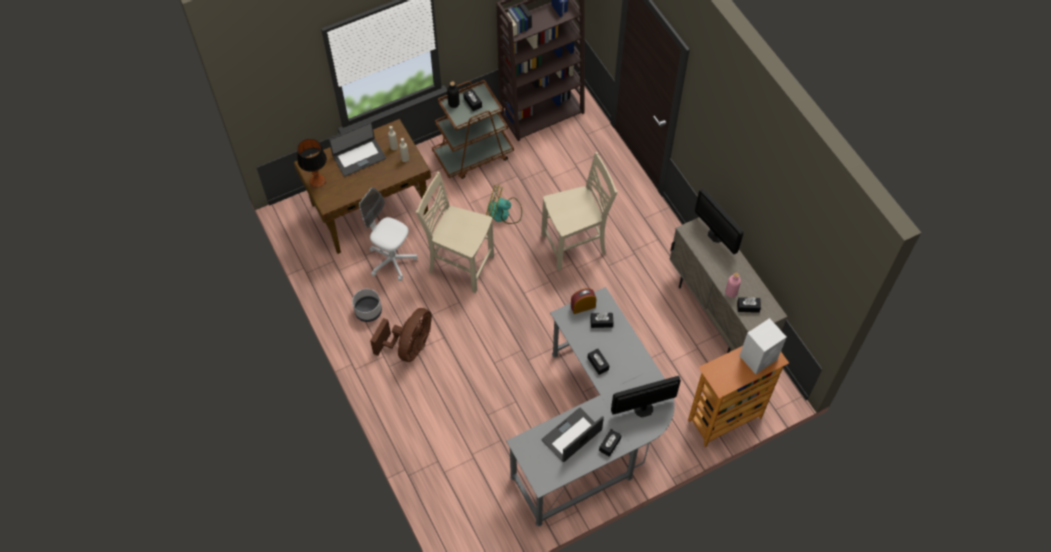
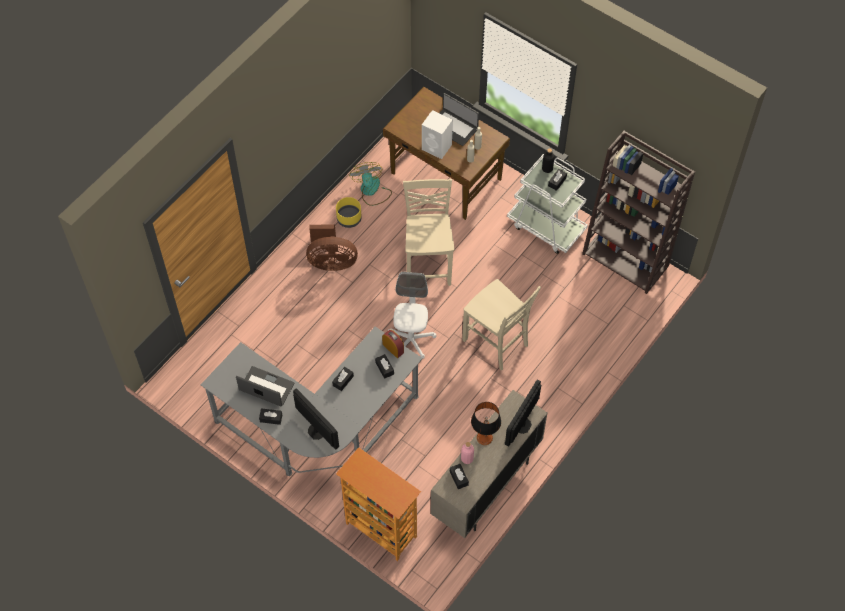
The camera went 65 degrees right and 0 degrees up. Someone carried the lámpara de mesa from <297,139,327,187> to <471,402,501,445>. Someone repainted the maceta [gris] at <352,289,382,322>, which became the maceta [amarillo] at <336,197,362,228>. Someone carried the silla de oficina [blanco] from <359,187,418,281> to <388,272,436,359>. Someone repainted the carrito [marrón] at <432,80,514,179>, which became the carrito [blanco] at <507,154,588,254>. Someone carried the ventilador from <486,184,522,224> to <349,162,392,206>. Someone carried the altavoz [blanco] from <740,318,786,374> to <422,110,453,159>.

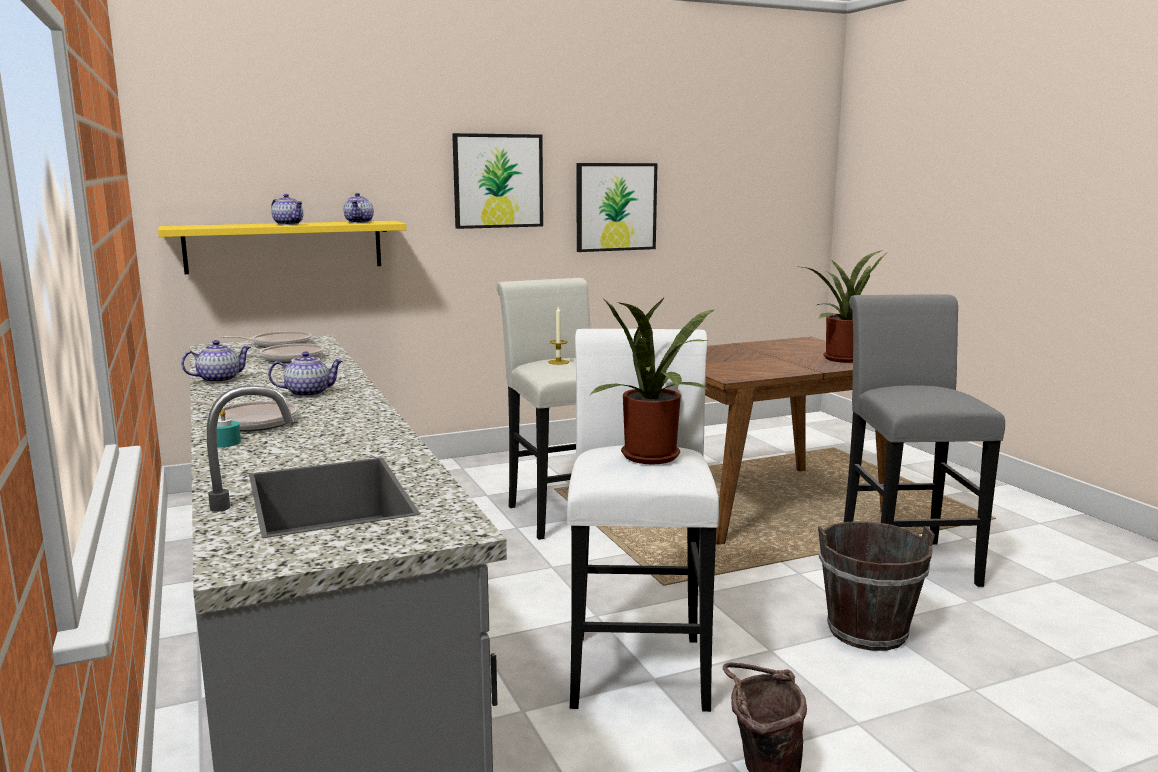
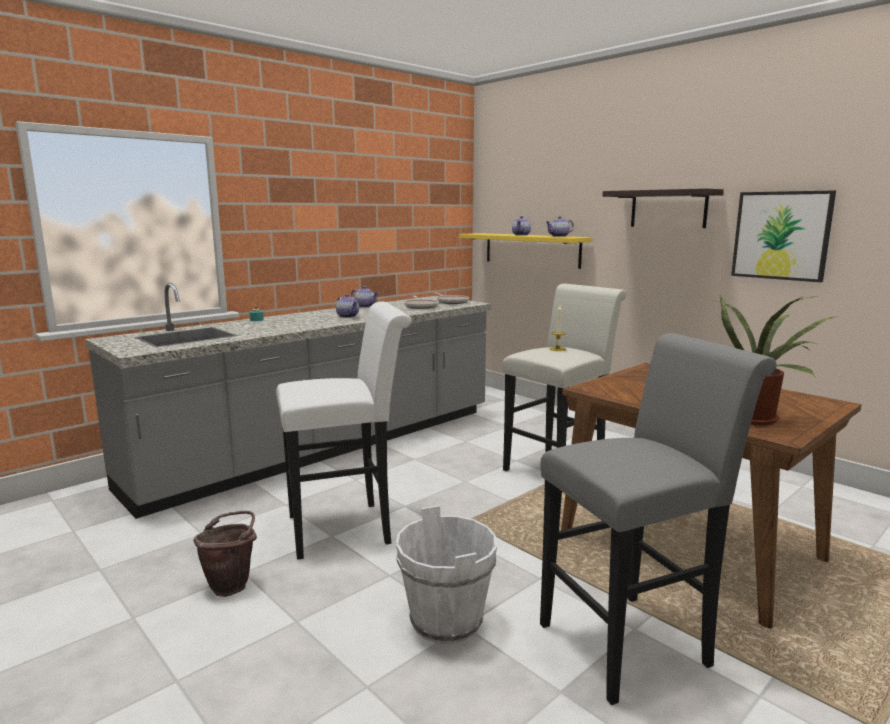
The camera went 70 degrees right and 0 degrees up. Someone took away the sartén at <191,399,298,431>. Someone swapped the cuadro at <452,133,543,229> for the estante at <603,188,724,228>. Someone took away the planta en maceta at <590,297,716,464>. Someone repainted the cubo [marrón] at <818,522,935,651>, which became the cubo [blanco] at <396,505,497,644>.

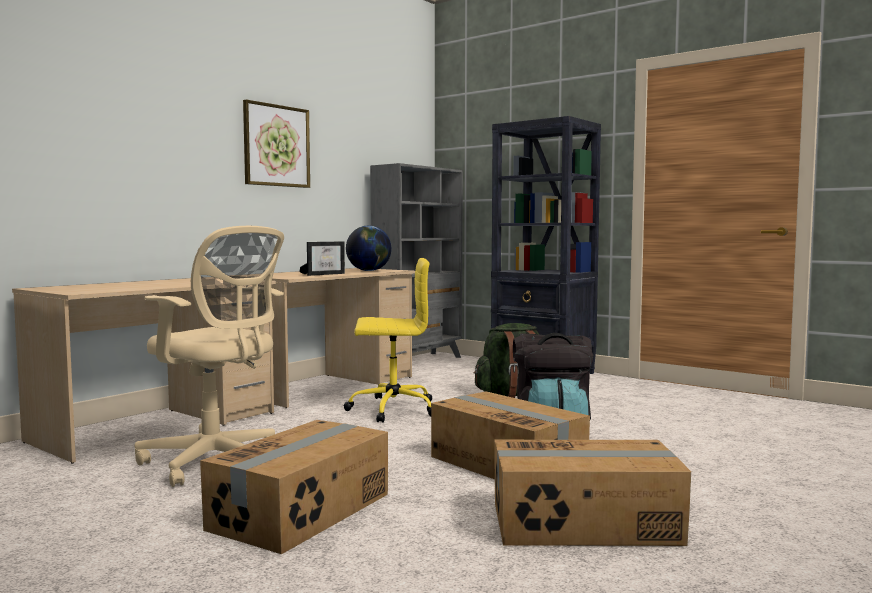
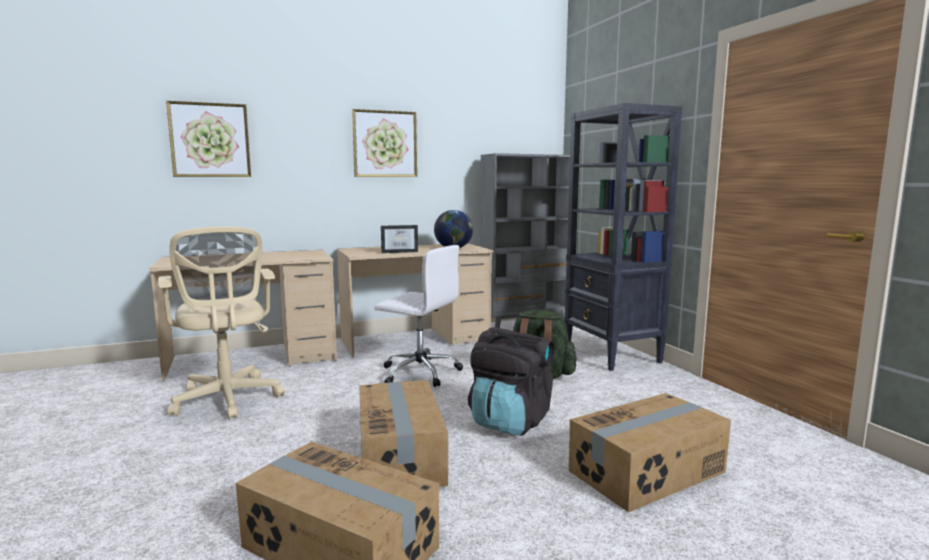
The camera went 30 degrees right and 5 degrees up. Someone carried the caja de cartón from <200,420,388,554> to <569,393,731,512>. Someone repainted the silla de oficina [amarillo] at <344,258,432,423>, which became the silla de oficina [blanco] at <374,245,463,387>. Someone put up the cuadro at <166,101,251,177>.

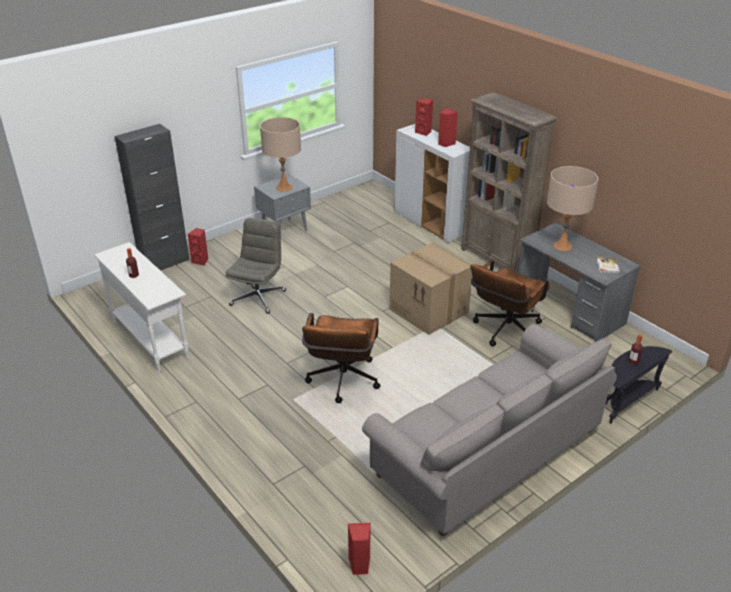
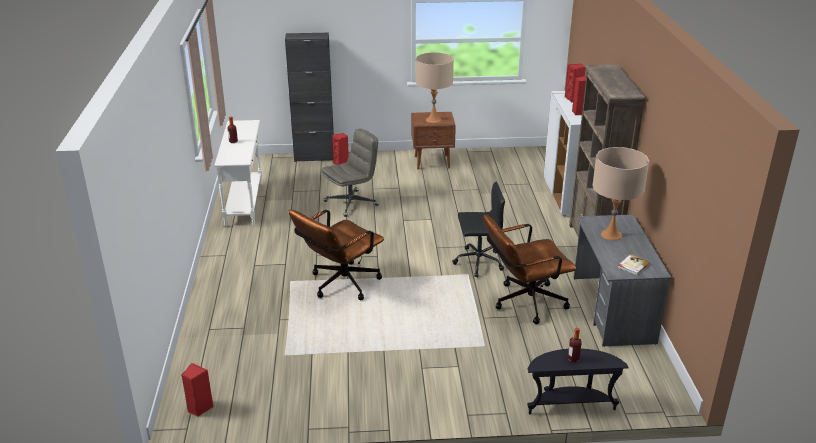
The camera went 35 degrees right and 5 degrees down. Someone repainted the mesita de noche [gris] at <254,174,311,234>, which became the mesita de noche [marrón] at <411,112,456,169>. Someone took away the sofá [gris] at <362,324,617,536>. Someone swapped the caja de cartón at <390,243,472,335> for the silla de oficina [negro] at <452,181,505,278>.

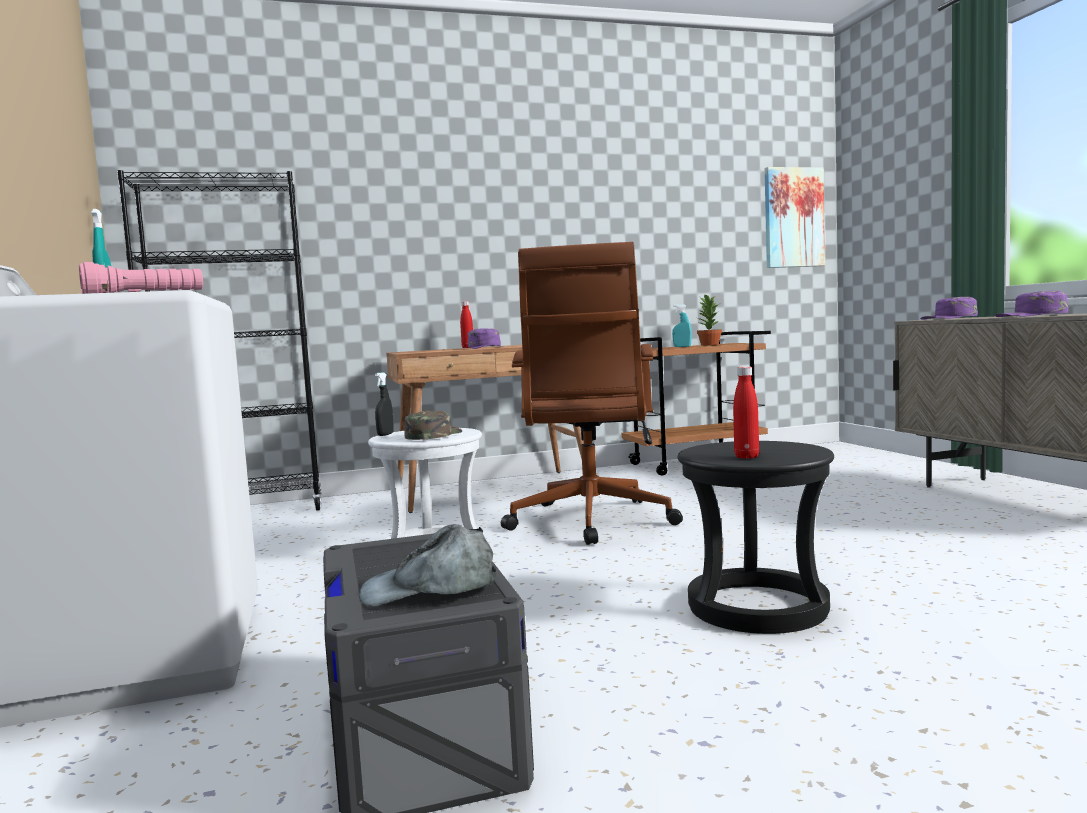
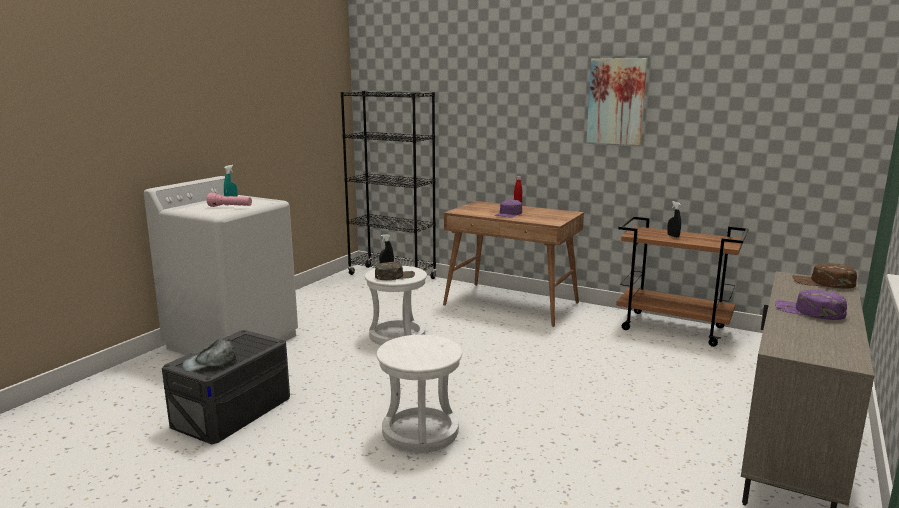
The camera went 45 degrees right and 10 degrees up. Someone rotated the gorra [gris] at <359,524,496,607> by 60 degrees counterclockwise. Someone took away the silla de oficina [marrón] at <501,242,683,545>. Someone repainted the pulverizador [turquesa] at <672,304,692,347>, which became the pulverizador [negro] at <667,201,681,237>. Someone repainted the taburete [negro] at <678,441,834,634>, which became the taburete [blanco] at <376,335,462,453>. Someone took away the planta en maceta at <697,295,722,346>. Someone took away the botella [rojo] at <733,366,759,459>. Someone carried the cuadro from <765,167,825,268> to <586,58,648,145>. Someone repainted the gorra [morado] at <920,297,978,320>, which became the gorra [marrón] at <793,263,857,289>.

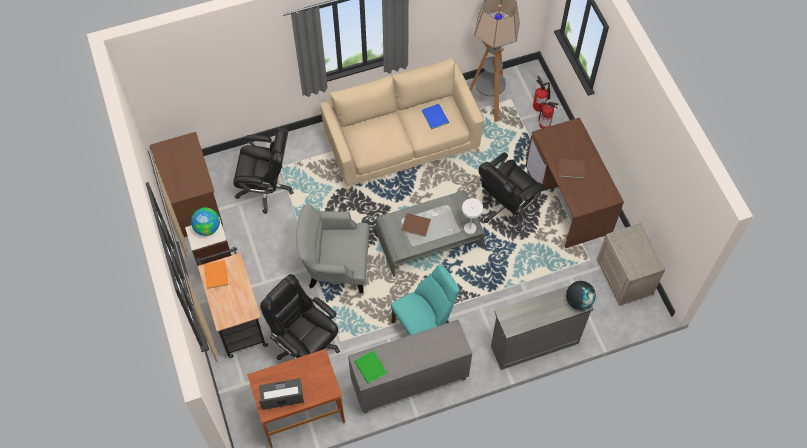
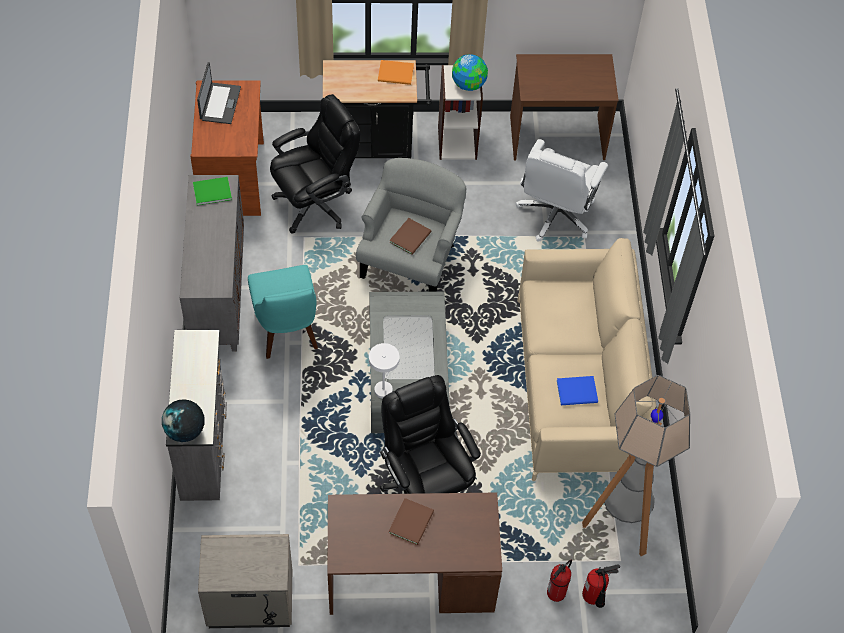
The camera went 105 degrees right and 5 degrees down. Someone repainted the silla de oficina [negro] at <233,127,294,214>, which became the silla de oficina [blanco] at <516,139,608,241>. Someone carried the libro [marrón] from <402,213,431,237> to <389,218,431,255>.

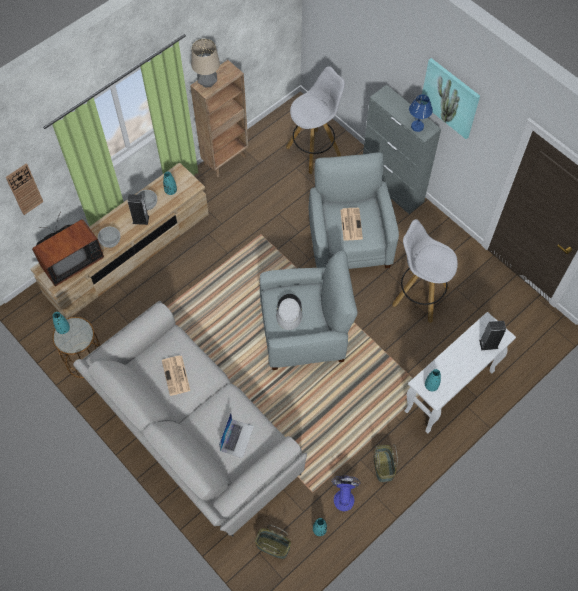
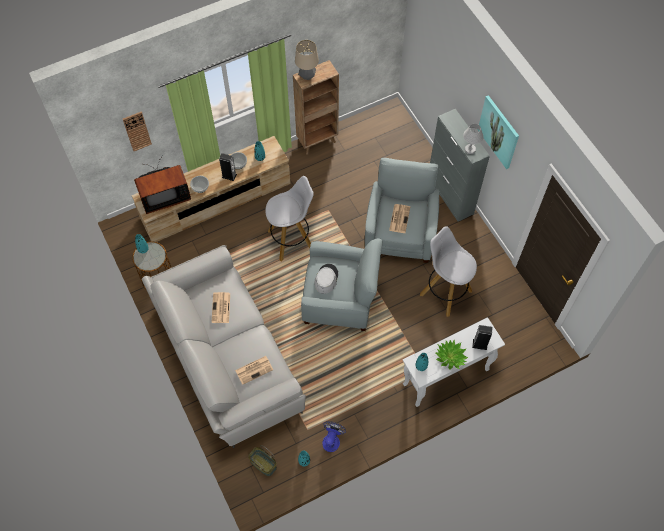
The camera went 15 degrees right and 0 degrees up. Someone swapped the portátil at <219,413,254,458> for the periódico at <235,356,273,385>. Someone carried the taburete [blanco] from <286,66,345,174> to <265,176,314,262>. Someone took away the cesta at <374,444,398,482>. Someone repainted the lámpara de mesa [azul] at <409,94,433,132>, which became the lámpara de mesa [blanco] at <463,124,484,154>. Someone put down the planta en maceta at <436,340,468,370>.

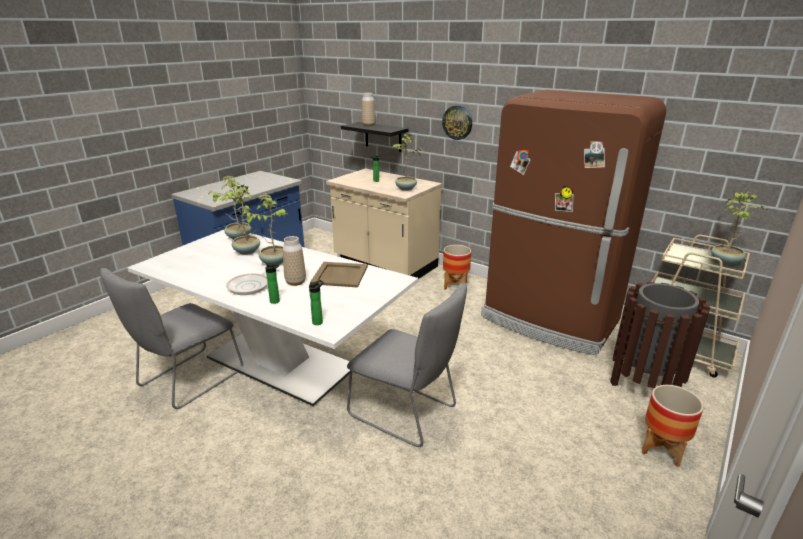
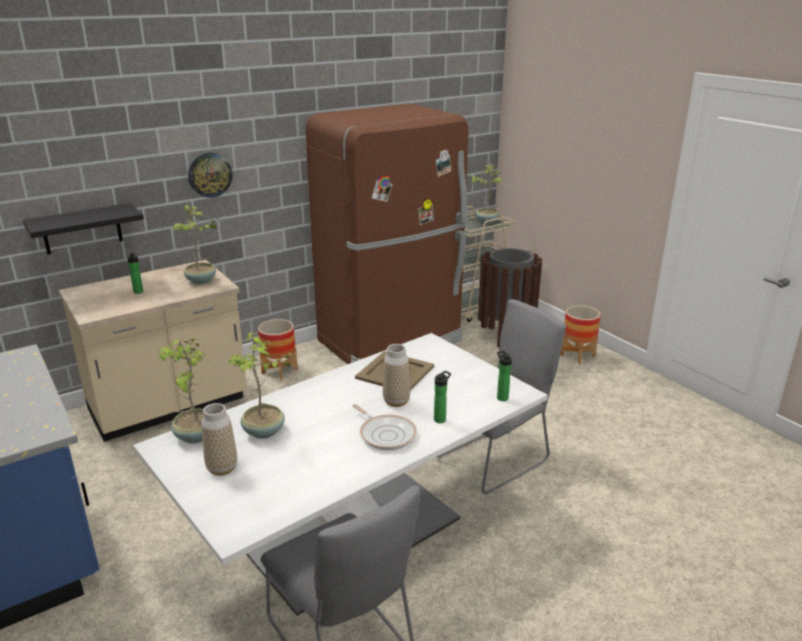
The camera went 70 degrees left and 0 degrees up. Someone took away the planta en maceta at <242,193,287,265>. Someone carried the florero from <362,93,375,126> to <201,403,237,476>.

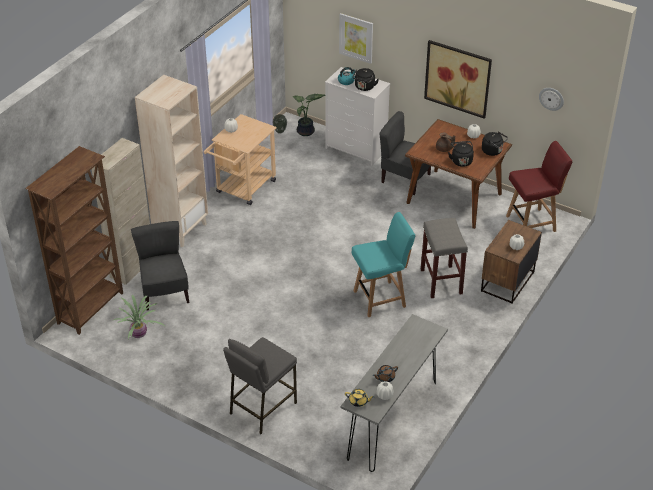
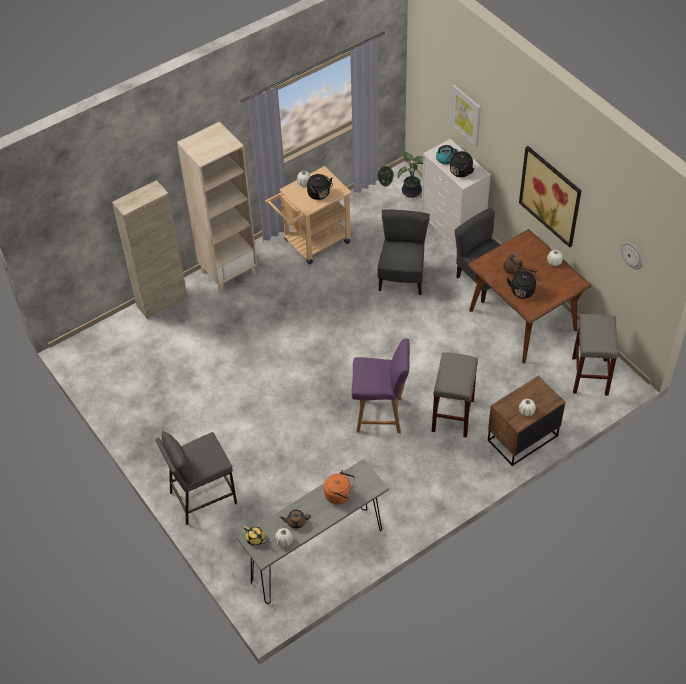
The camera went 25 degrees right and 10 degrees up. Someone took away the estantería [marrón] at <25,146,123,335>. Someone took away the planta en maceta at <112,295,165,339>. Someone carried the silla [gris] from <131,221,189,311> to <377,209,430,295>. Someone repainted the silla [turquesa] at <351,212,415,317>, which became the silla [morado] at <352,338,410,433>. Someone carried the hervidor [negro] from <482,131,508,156> to <307,174,333,200>. Someone swapped the silla [rojo] at <506,141,572,232> for the taburete [gris] at <572,314,618,396>. Someone put down the hervidor [naranja] at <324,470,355,504>.

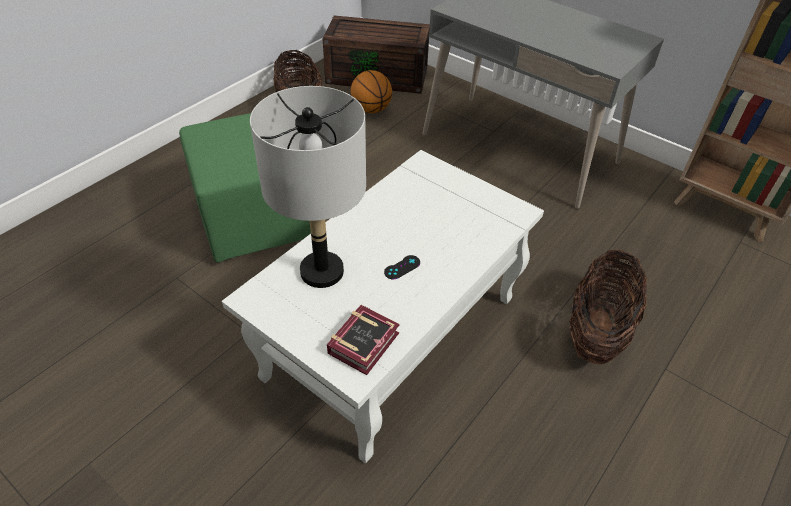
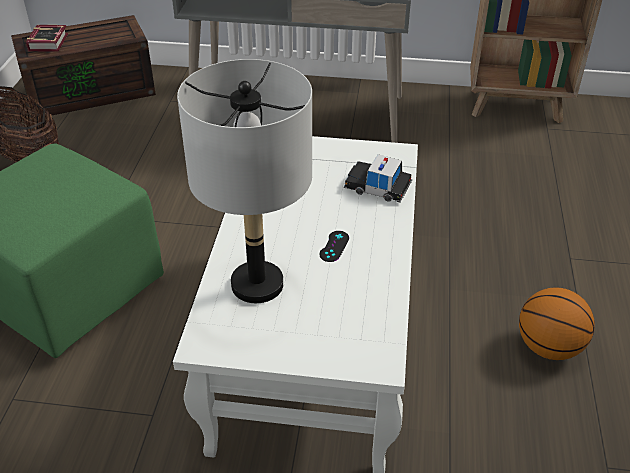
The camera went 30 degrees left and 5 degrees down. Someone carried the libro from <327,305,399,375> to <26,25,68,52>. Someone carried the balón de baloncesto from <351,70,392,113> to <519,287,595,360>. Someone took away the cesta at <569,249,647,364>. Someone put down the coche de juguete at <344,154,412,203>.

